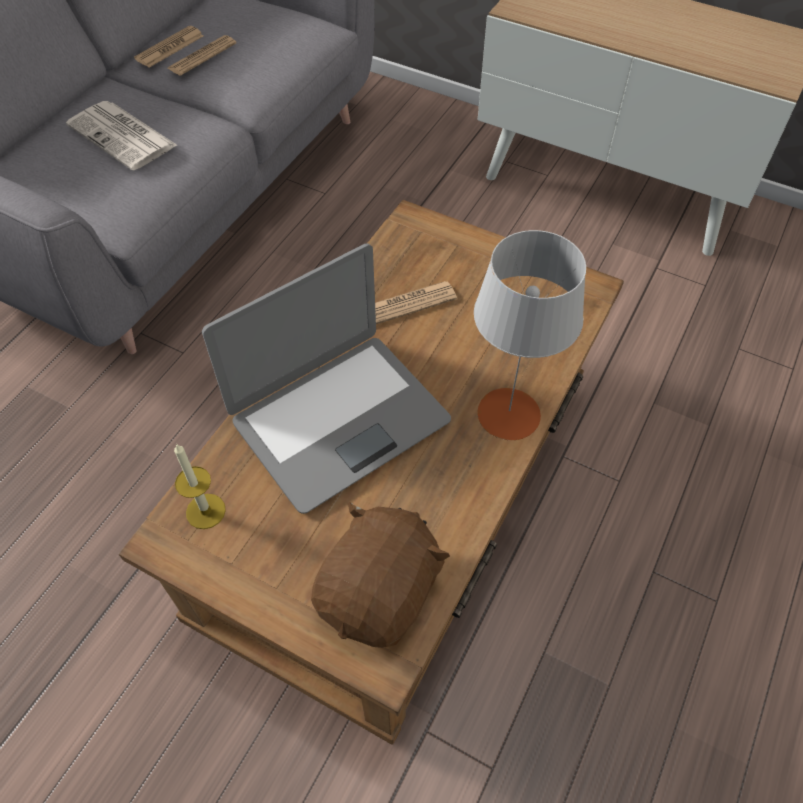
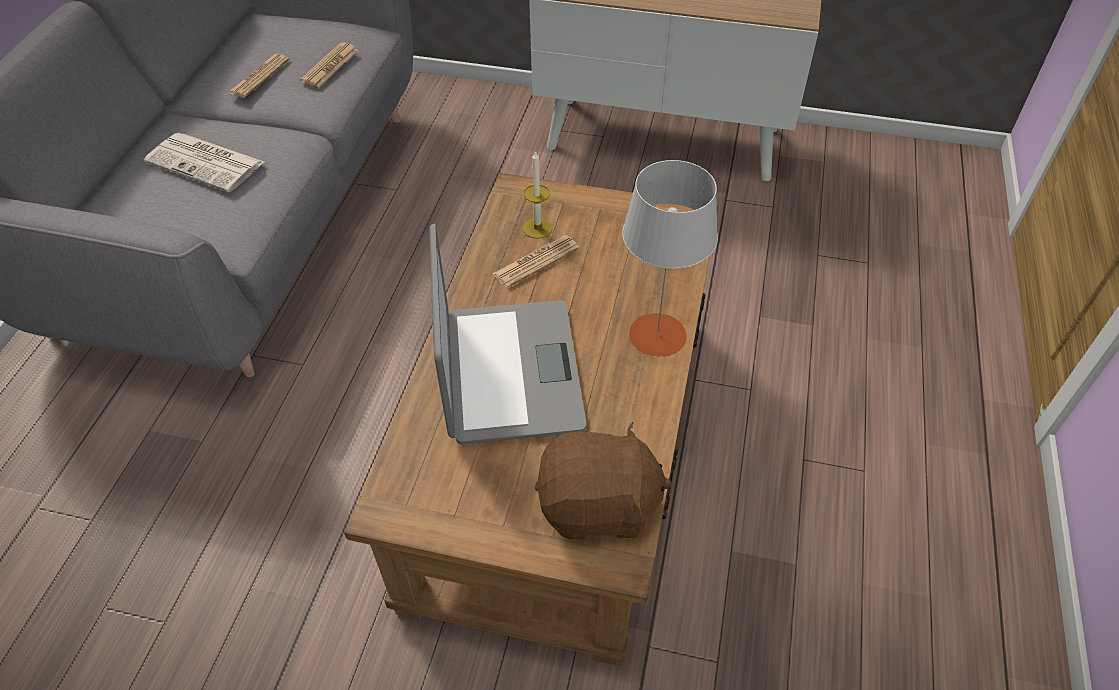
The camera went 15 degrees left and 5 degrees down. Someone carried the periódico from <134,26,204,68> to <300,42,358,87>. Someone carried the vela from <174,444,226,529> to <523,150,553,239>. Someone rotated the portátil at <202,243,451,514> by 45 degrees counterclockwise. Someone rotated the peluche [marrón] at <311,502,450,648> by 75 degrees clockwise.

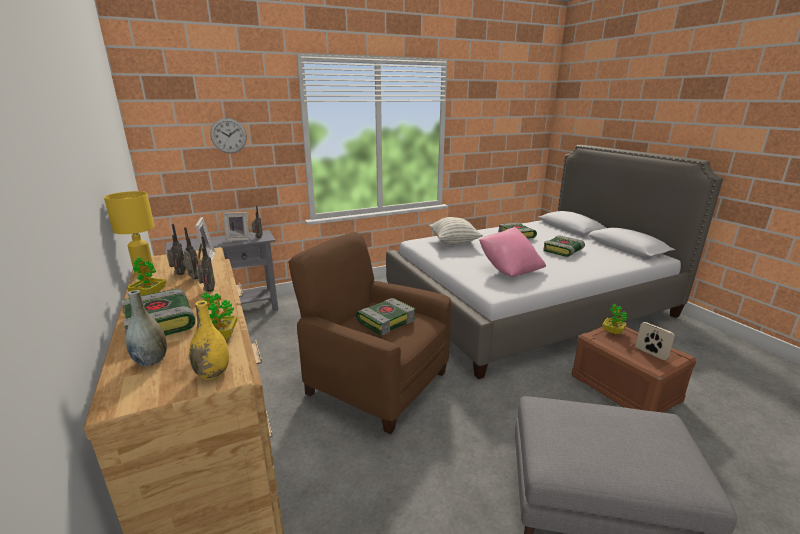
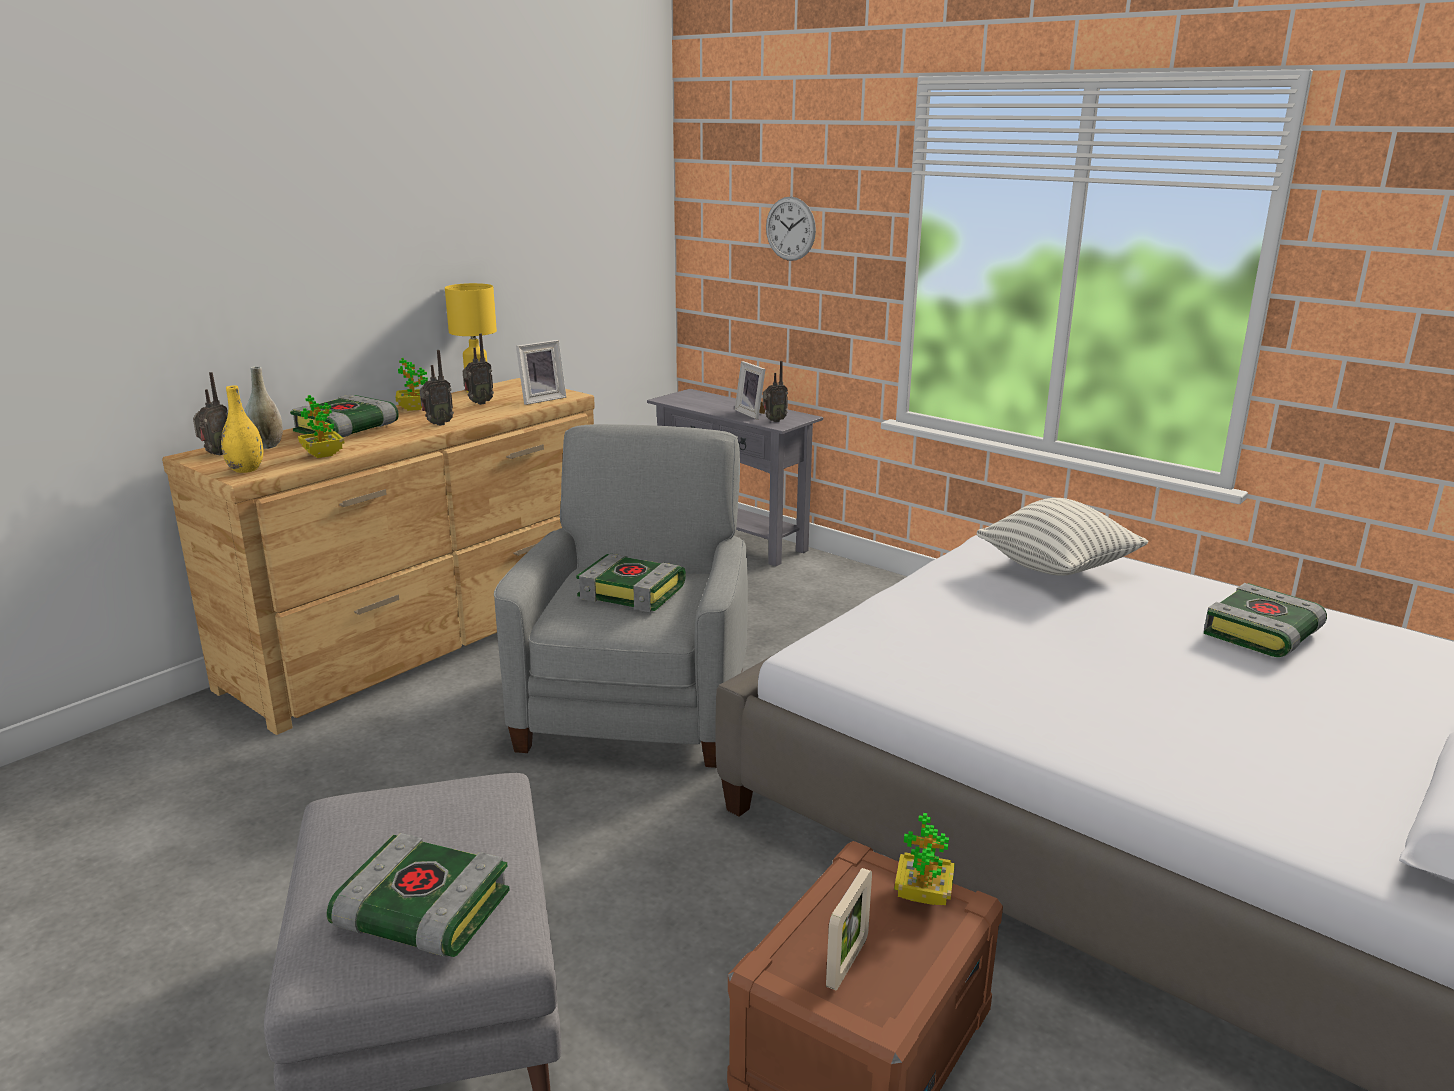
The camera went 65 degrees right and 0 degrees up. Someone carried the radio from <183,227,198,280> to <193,372,228,455>. Someone repainted the sillón [marrón] at <289,232,451,434>, which became the sillón [gris] at <494,424,748,768>. Someone took away the cojín [rosa] at <479,227,546,277>. Someone carried the libro from <543,235,585,257> to <327,833,510,957>.

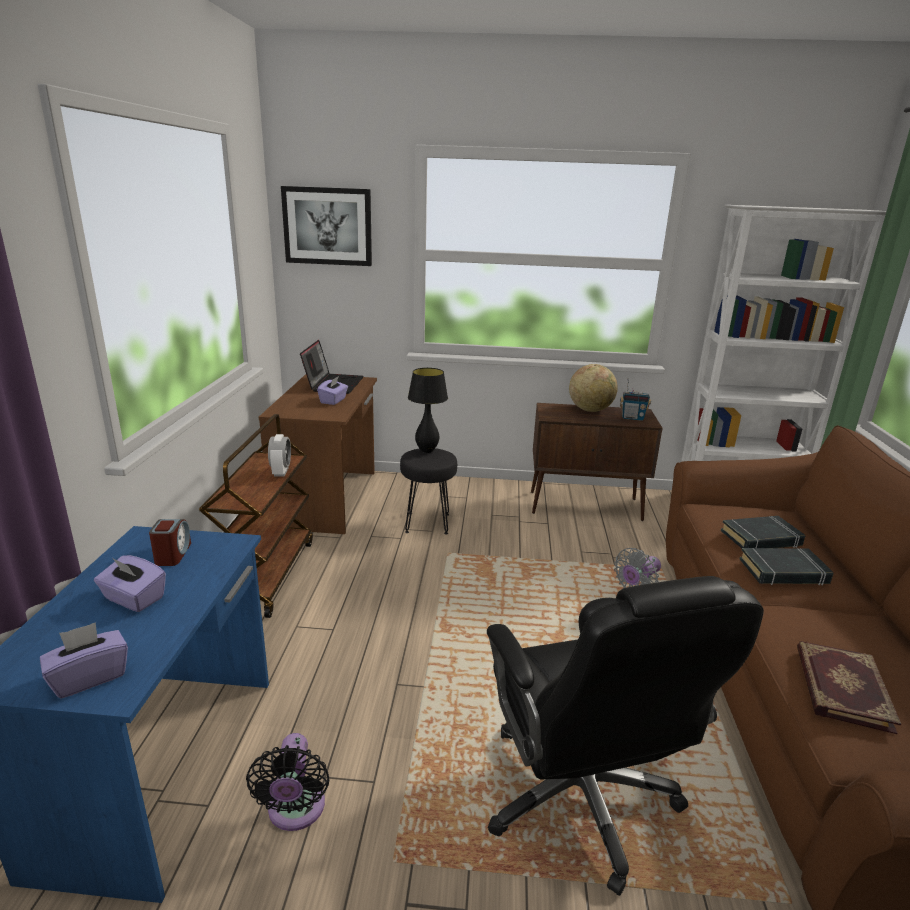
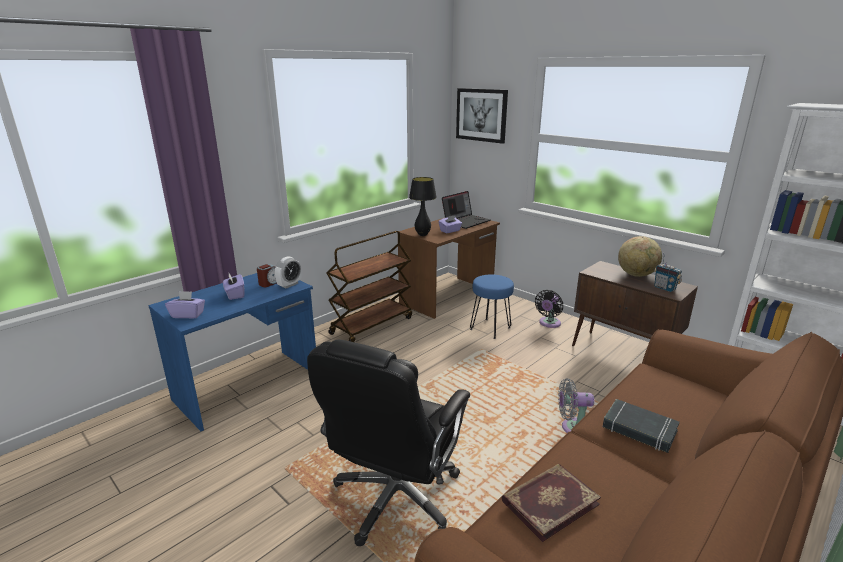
The camera went 40 degrees right and 0 degrees up. Someone carried the ventilador [negro] from <246,733,329,831> to <535,290,563,328>. Someone carried the despertador from <268,434,291,476> to <275,256,302,289>. Someone repainted the taburete [negro] at <400,448,457,535>, which became the taburete [azul] at <470,274,514,339>. Someone carried the lámpara de mesa [negro] from <408,368,448,453> to <409,177,437,236>. Someone took away the libro [negro] at <721,516,805,548>.

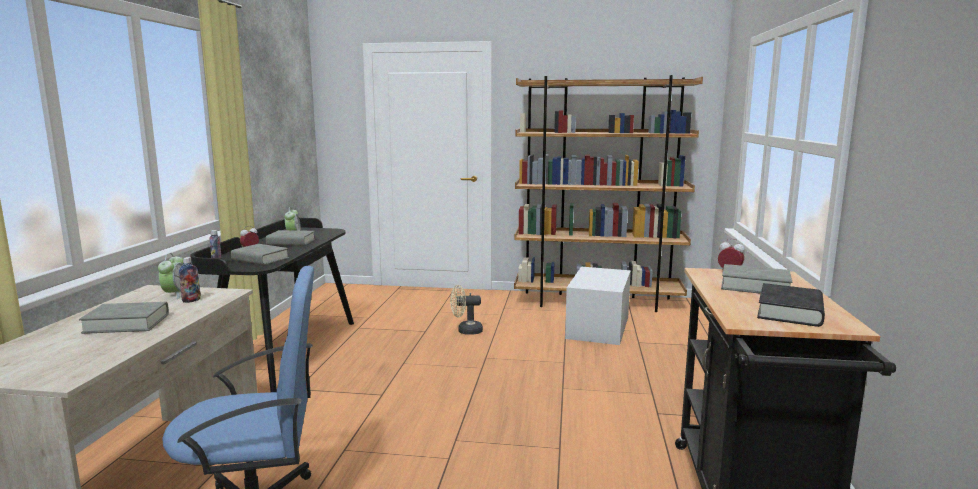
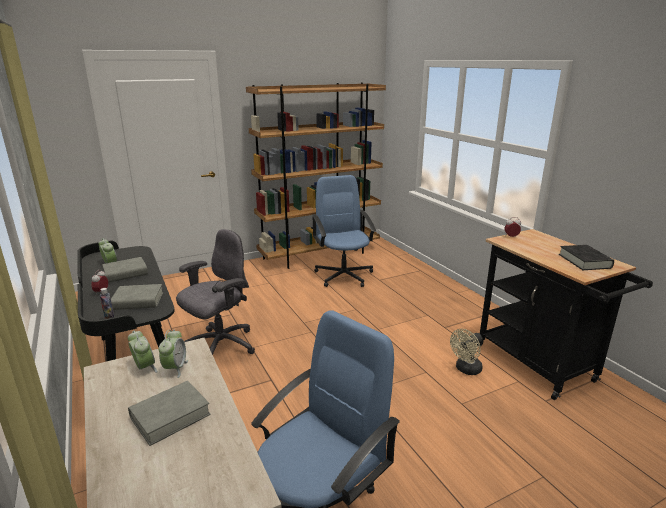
The camera went 35 degrees left and 10 degrees up. Someone swapped the botella at <179,257,201,303> for the despertador at <158,329,188,378>. Someone carried the ventilador [beis] from <450,285,483,335> to <450,329,483,375>. Someone swapped the caja de almacenaje [blanco] at <565,267,631,345> for the silla de oficina [azul] at <312,175,376,287>. Someone took away the libro [gris] at <721,264,792,294>. Someone put down the silla de oficina [gris] at <176,229,255,355>.

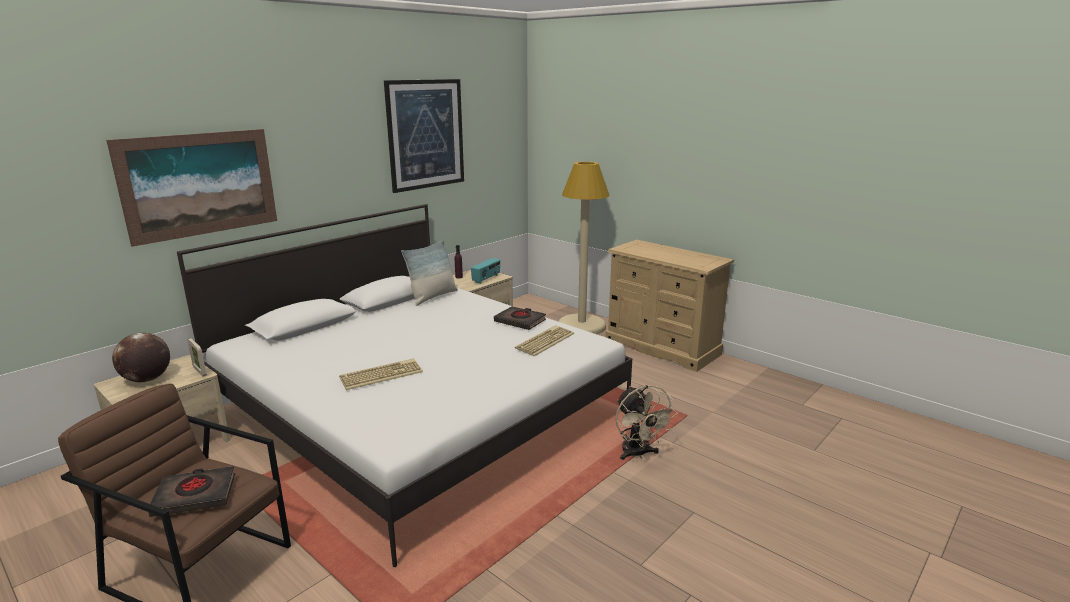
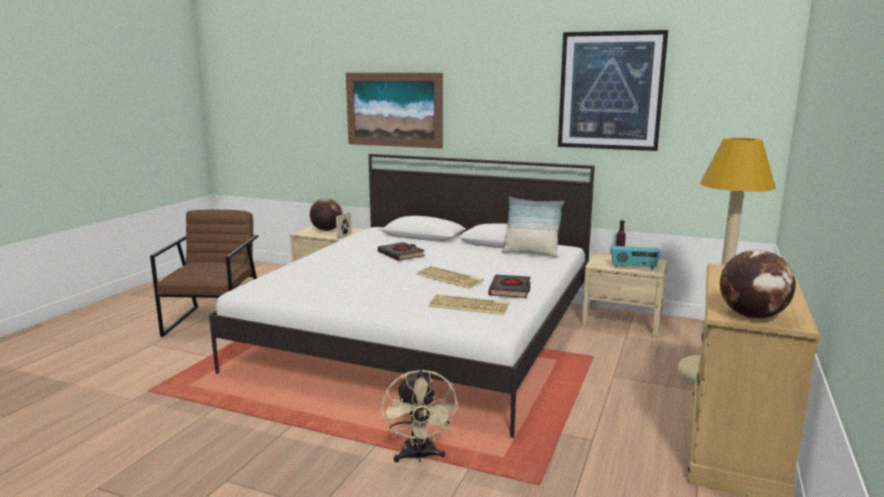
The camera went 70 degrees right and 5 degrees down. Someone carried the libro [negro] from <148,466,235,517> to <378,242,425,261>. Someone carried the teclado from <339,358,423,390> to <416,266,484,289>. Someone rotated the ventilador [beis] at <616,385,678,460> by 60 degrees counterclockwise. Someone put down the globo terráqueo at <720,250,796,319>.

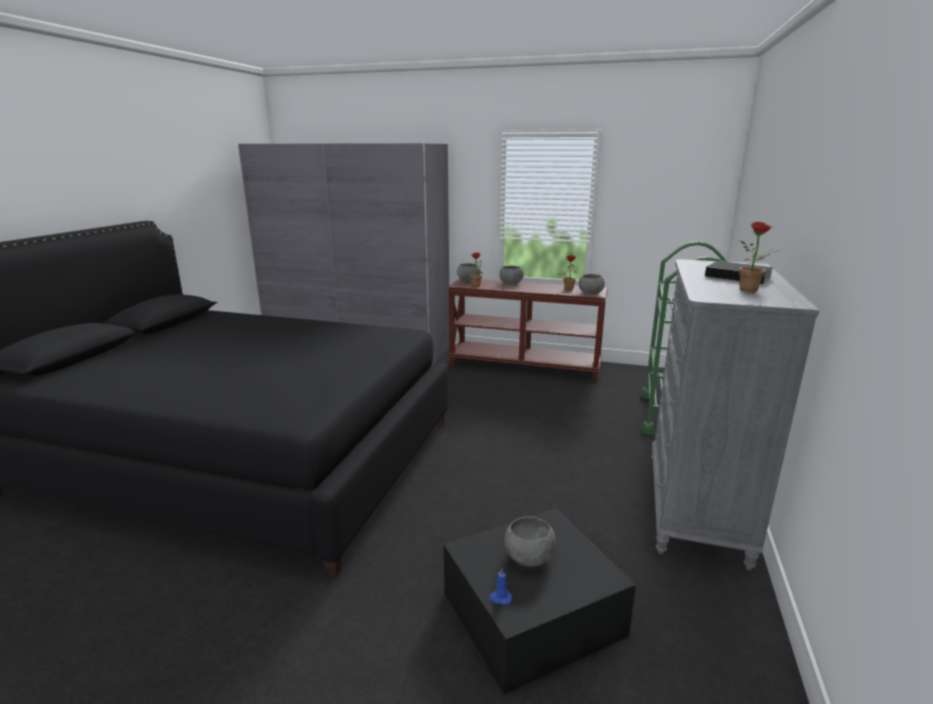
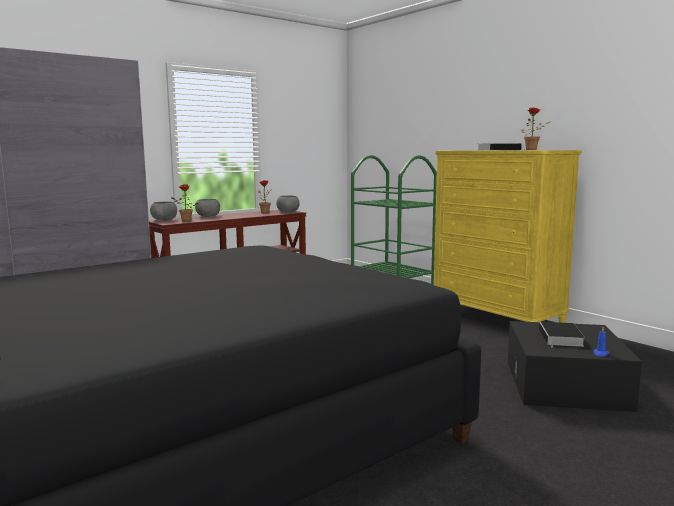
The camera went 55 degrees left and 10 degrees down. Someone swapped the cuenco [gris] at <505,516,556,567> for the libro at <539,322,585,348>. Someone repainted the cómoda [gris] at <651,259,820,571>, which became the cómoda [amarillo] at <434,150,582,323>.

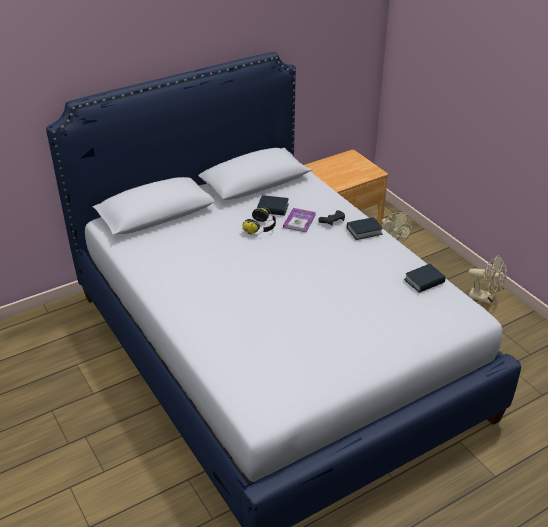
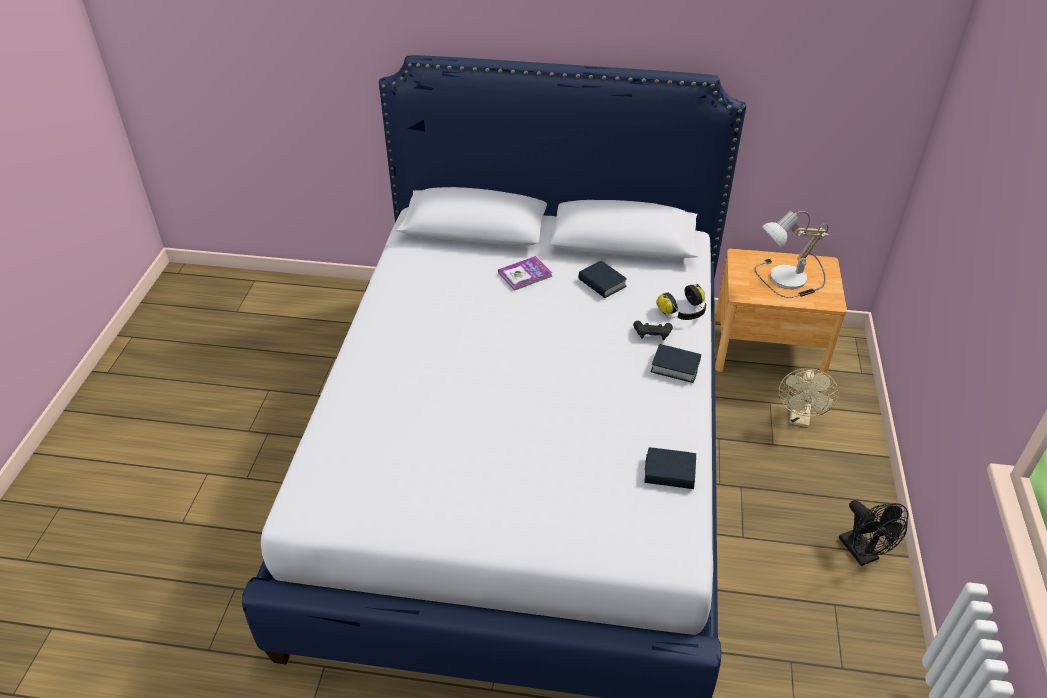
The camera went 40 degrees right and 5 degrees up. Someone carried the auriculares from <243,207,276,236> to <656,284,706,320>. Someone carried the libro from <283,208,316,232> to <498,256,552,291>. Someone repainted the ventilador [beis] at <468,255,507,304>, which became the ventilador [negro] at <839,500,908,566>. Someone put down the lámpara de mesa at <754,211,829,298>.

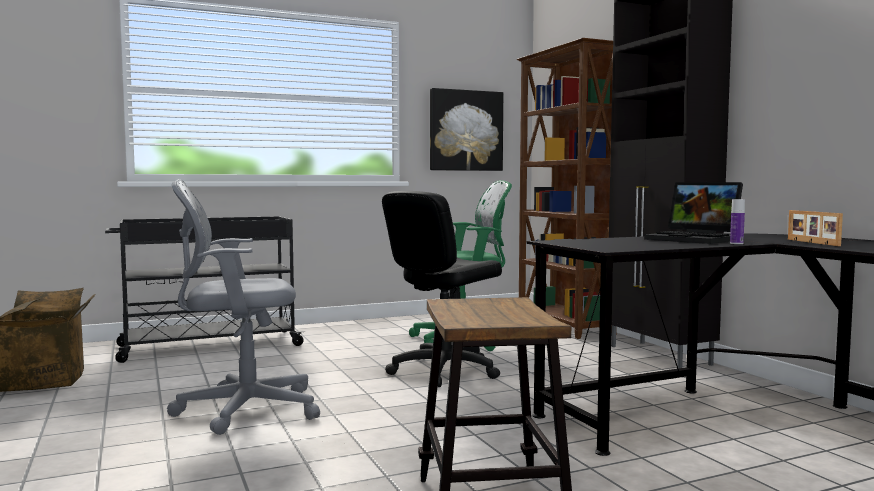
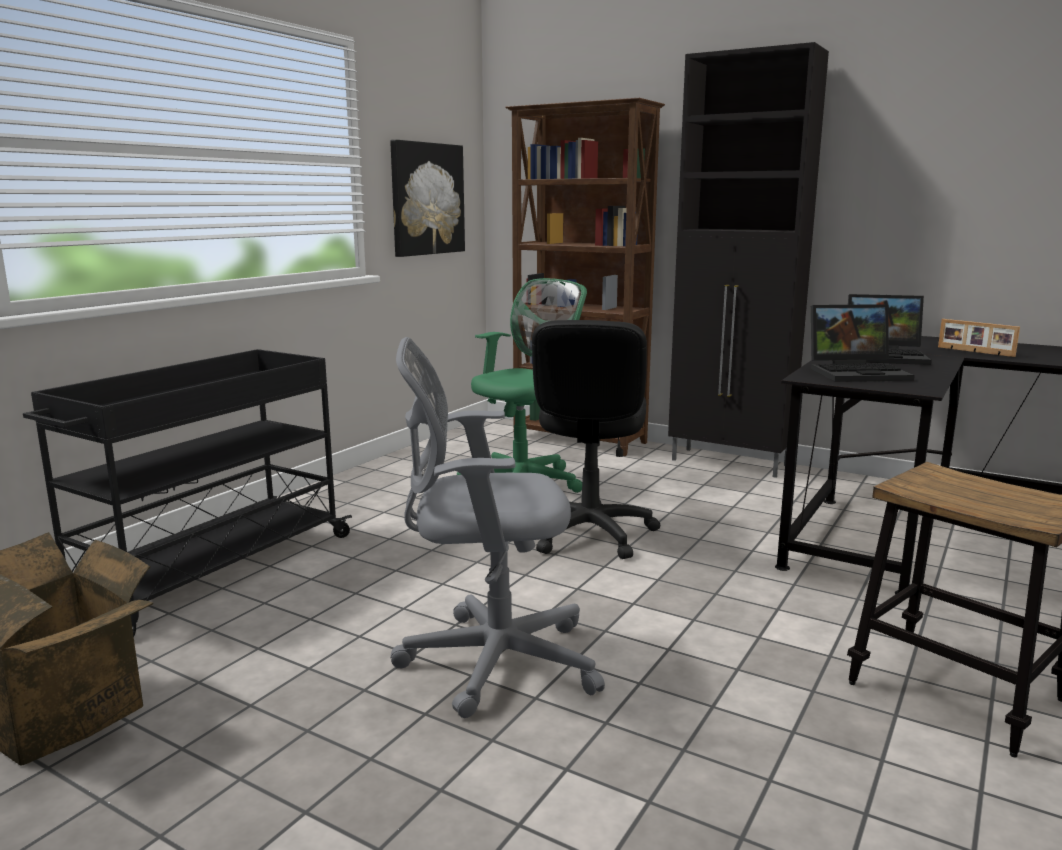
The camera went 35 degrees left and 10 degrees up. Someone rotated the silla de oficina [gris] at <167,179,320,435> by 45 degrees clockwise. Someone took away the botella at <730,199,745,244>. Someone put down the portátil at <811,304,915,382>.

